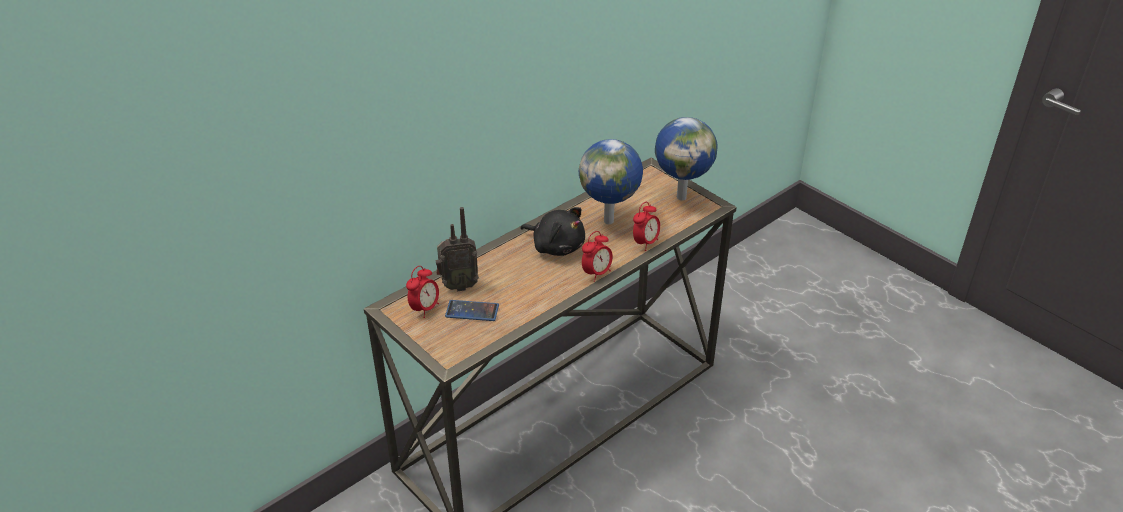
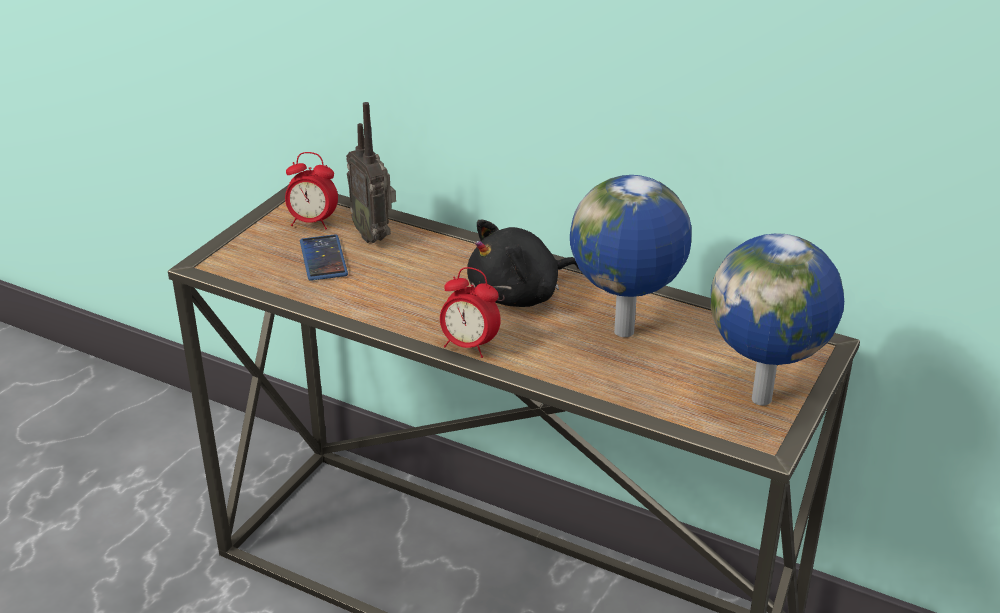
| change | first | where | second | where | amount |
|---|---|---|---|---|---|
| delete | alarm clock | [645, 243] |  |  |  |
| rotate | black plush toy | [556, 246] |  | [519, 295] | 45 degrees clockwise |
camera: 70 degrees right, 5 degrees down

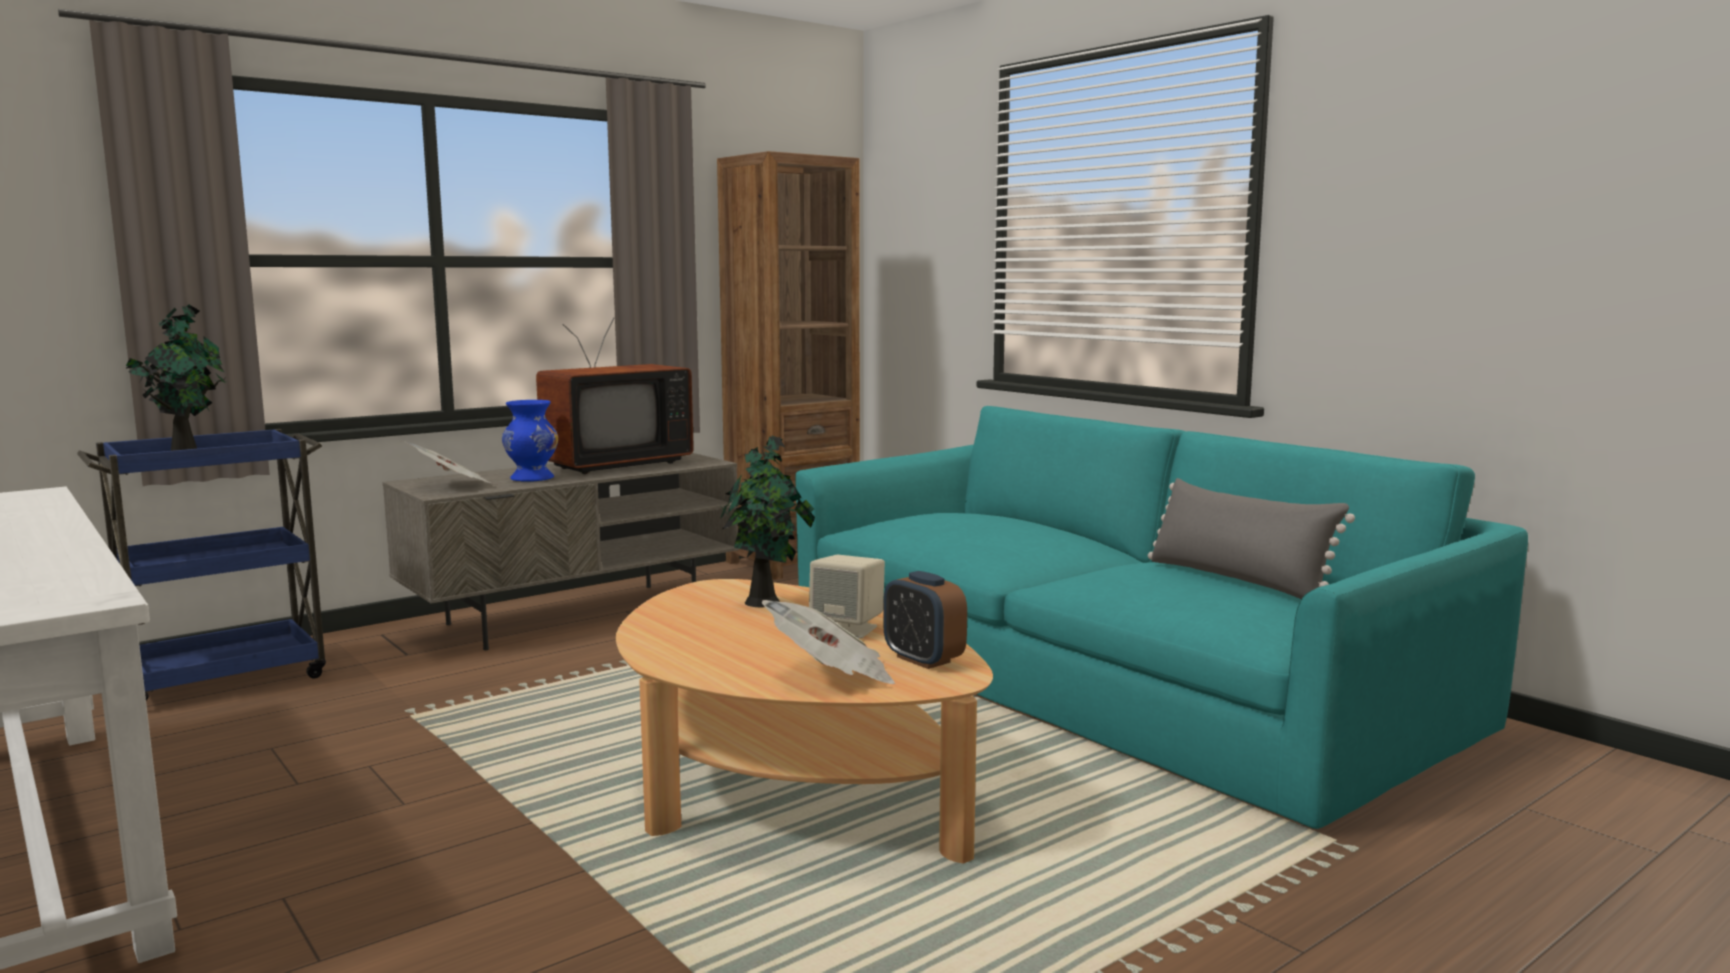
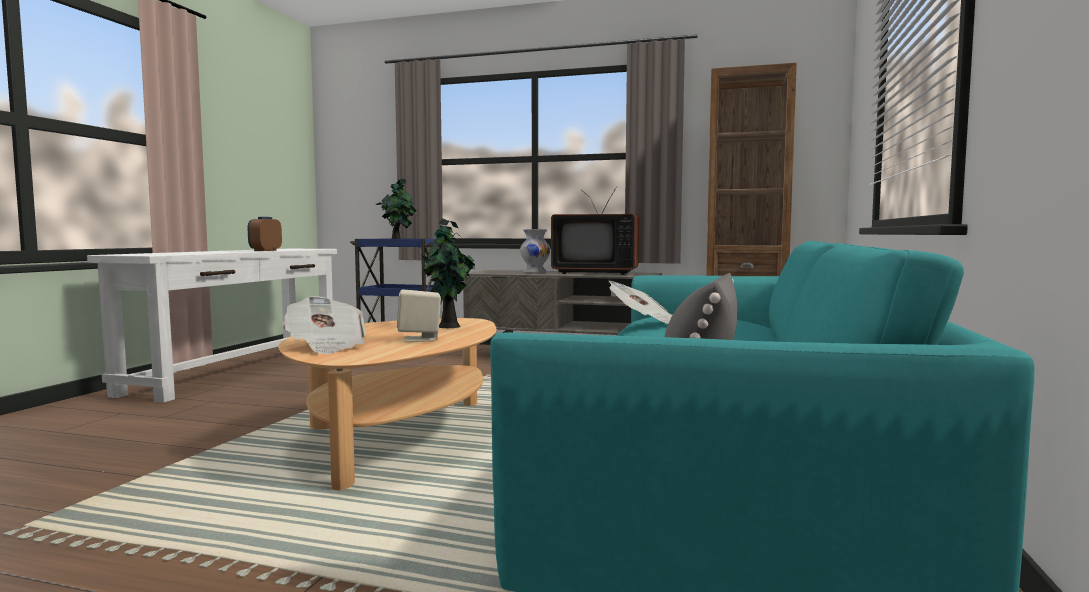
| change | first | where | second | where | amount |
|---|---|---|---|---|---|
| move | daily paper | [453, 486] |  | [642, 322] |  |
| move | alarm clock | [923, 659] |  | [265, 250] |  |
| recolor | blue-coloured flower vase | [532, 479] | white-coloured flower vase | [535, 273] |  |
camera: 55 degrees right, 5 degrees down

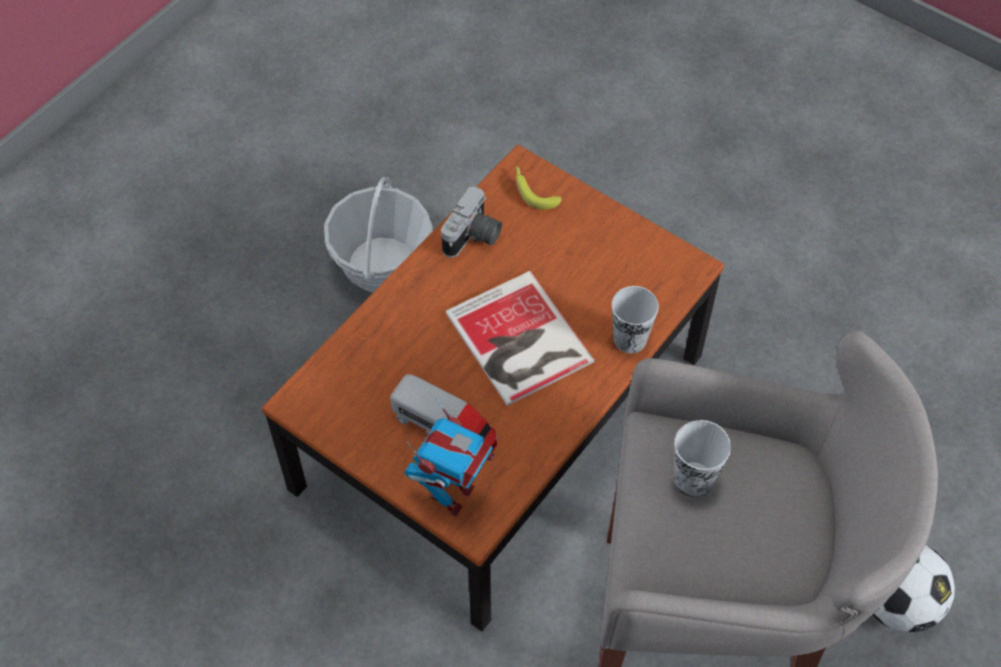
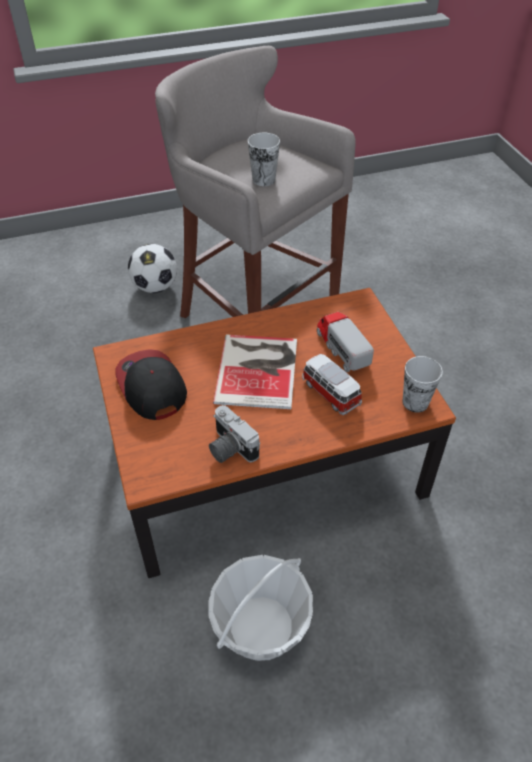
| change | first | where | second | where | amount |
|---|---|---|---|---|---|
| delete | toy robot | [451, 494] |  |  |  |
| delete | banana | [533, 191] |  |  |  |
| insert |  |  | cap | [151, 386] |  |
| insert |  |  | miniature car | [329, 392] |  |
| move | drinking cup | [630, 339] |  | [415, 402] |  |
| rotate | still camera | [473, 238] |  | [229, 448] | 105 degrees counterclockwise |
camera: 145 degrees left, 10 degrees down

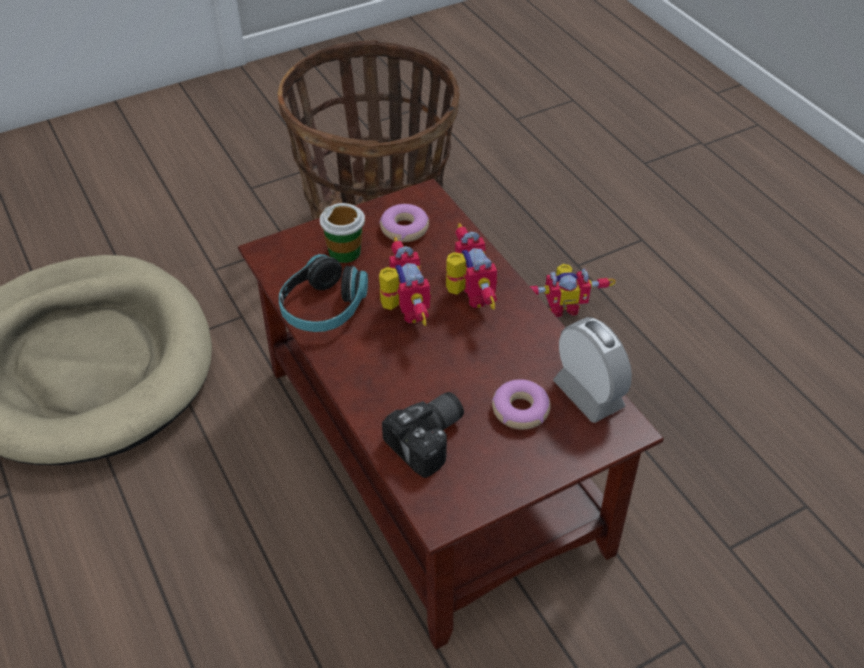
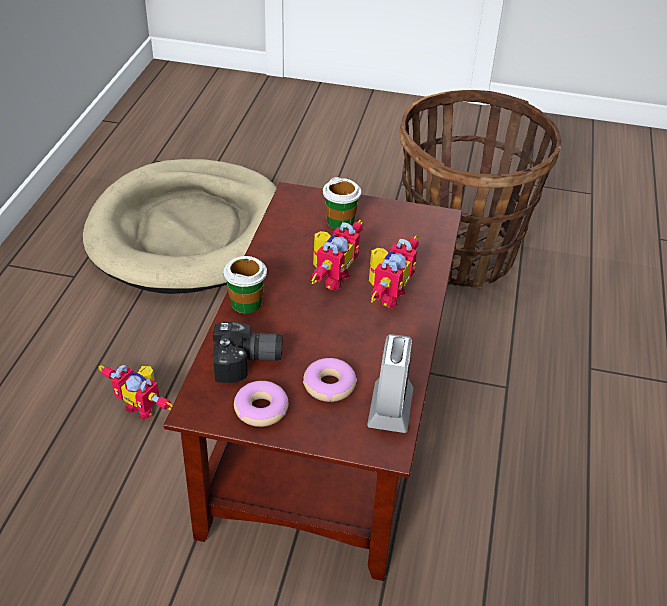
| change | first | where | second | where | amount |
|---|---|---|---|---|---|
| delete | pair of headphones | [323, 308] |  |  |  |
| insert |  |  | drinking cup | [246, 302] |  |
| move | doughnut | [404, 229] |  | [261, 409] |  |
| move | toy robot | [563, 306] |  | [143, 407] |  |
camera: 40 degrees right, 5 degrees down

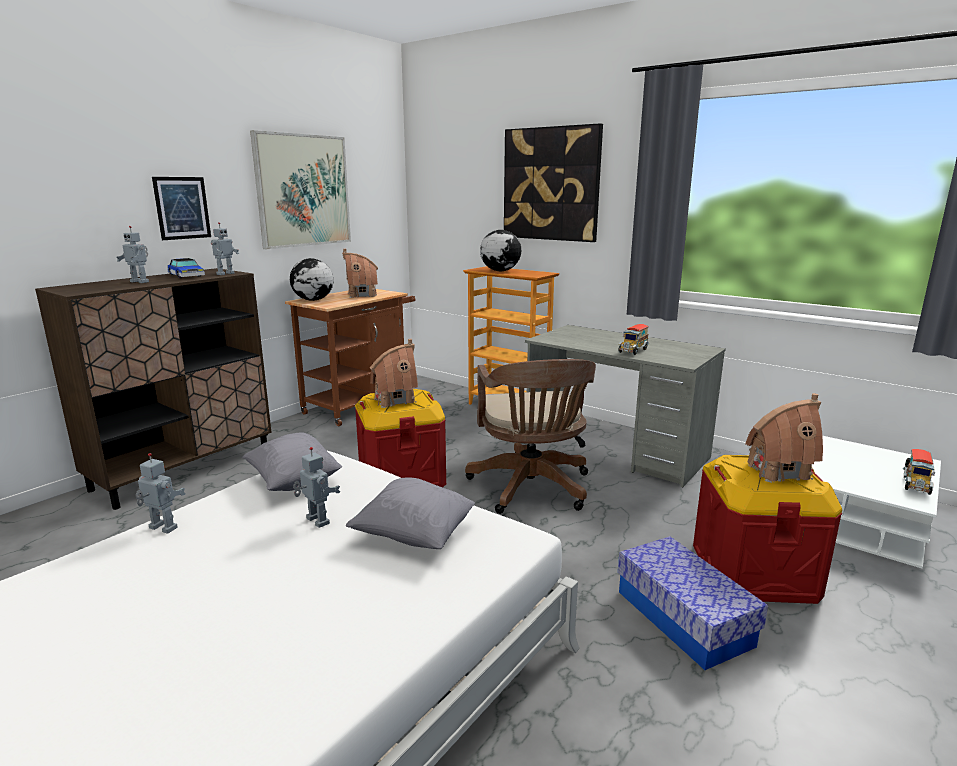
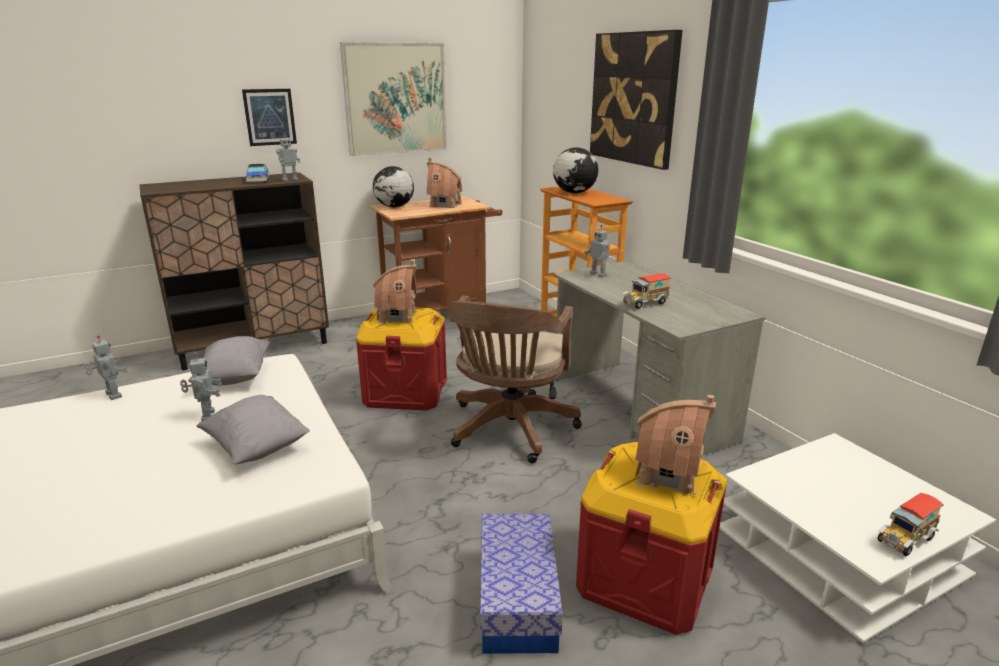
| change | first | where | second | where | amount |
|---|---|---|---|---|---|
| move | toy robot | [140, 282] |  | [598, 274] |  |
camera: 25 degrees right, 5 degrees up

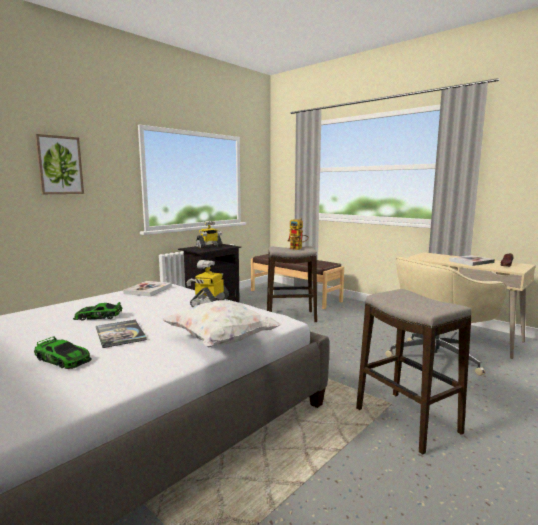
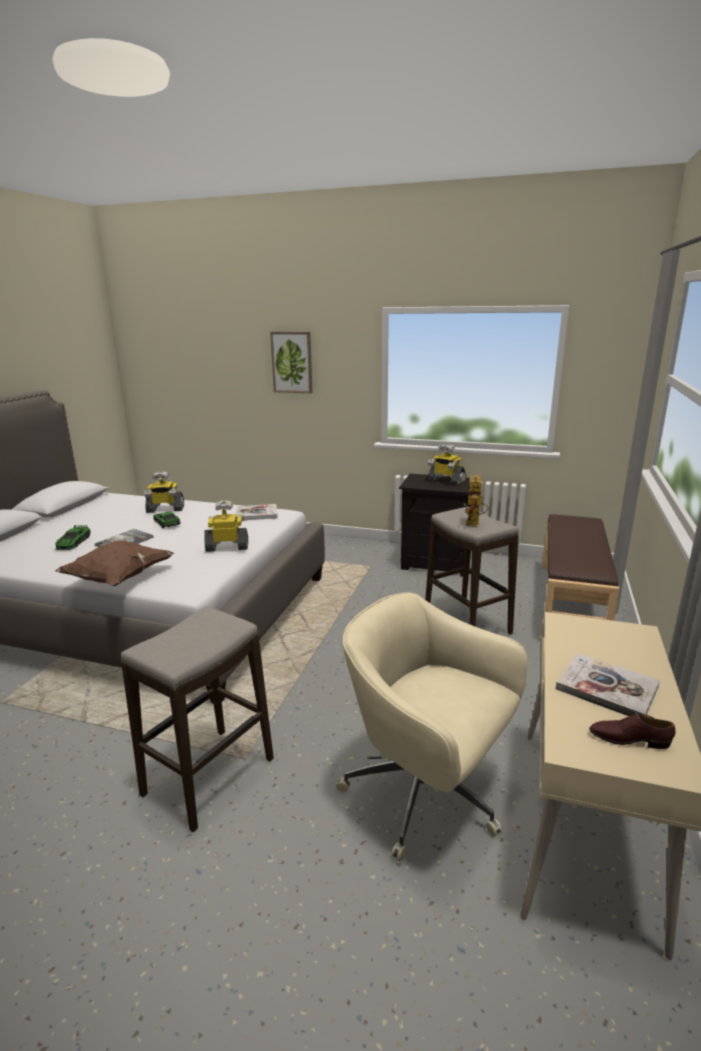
| change | first | where | second | where | amount |
|---|---|---|---|---|---|
| insert |  |  | toy robot | [165, 509] |  |
| recolor | white-coloured pillow | [222, 341] | brown-coloured pillow | [119, 578] |  |
camera: 65 degrees right, 10 degrees up

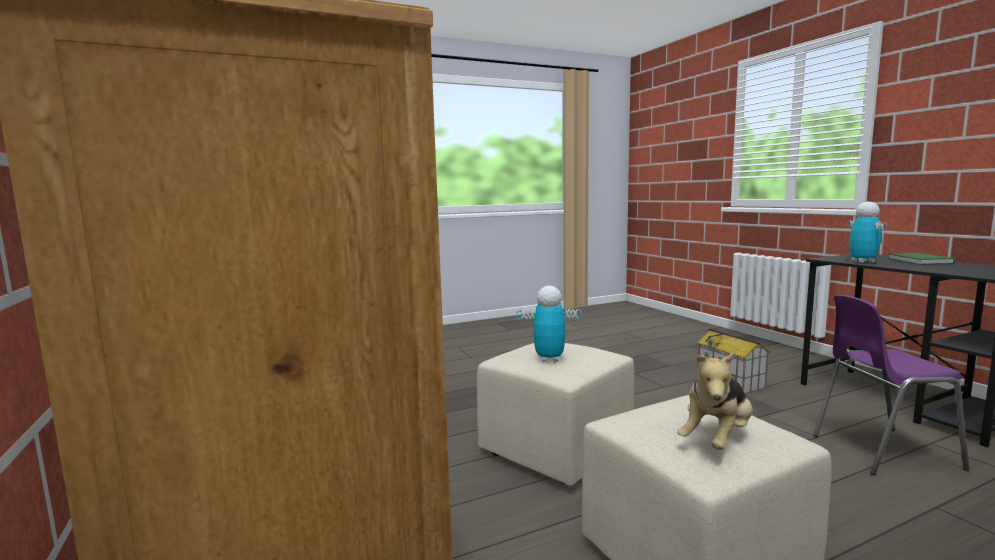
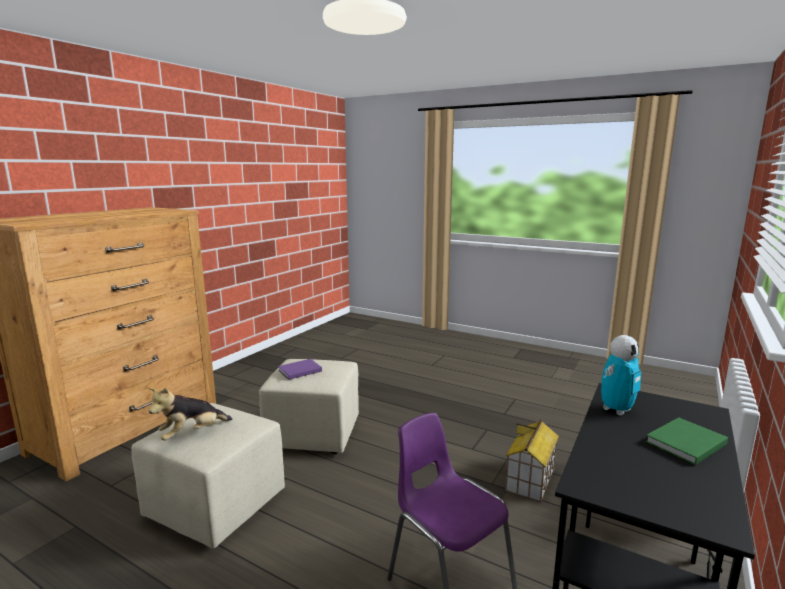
| change | first | where | second | where | amount |
|---|---|---|---|---|---|
| replace | toy robot | [549, 359] | purple-coloured book | [298, 371] |  |
| rotate | plush toy | [717, 439] |  | [192, 434] | 45 degrees counterclockwise |
camera: 55 degrees right, 5 degrees up

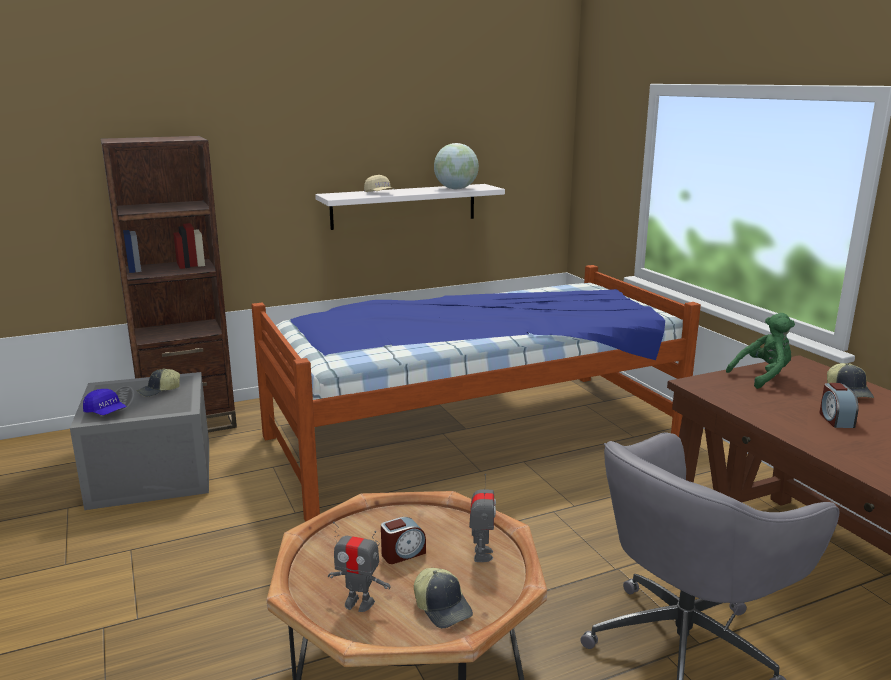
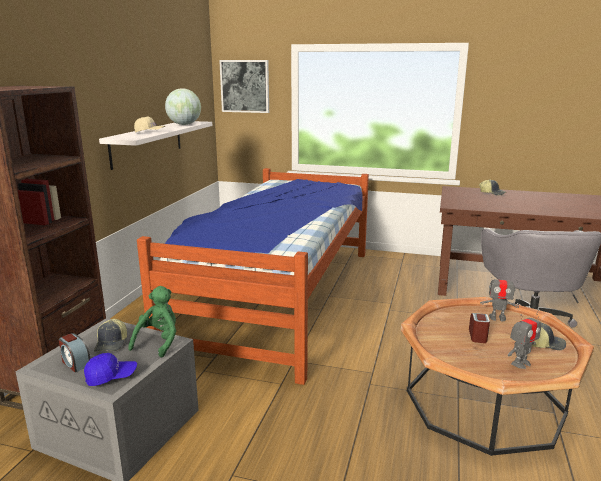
| change | first | where | second | where | amount |
|---|---|---|---|---|---|
| insert |  |  | wall picture | [245, 86] |  |
| move | greenish plush toy | [763, 376] |  | [158, 342] |  |
| move | alarm clock | [835, 419] |  | [75, 363] |  |
| rotate | toy robot | [482, 554] |  | [497, 318] | 150 degrees clockwise |
camera: 50 degrees left, 0 degrees up

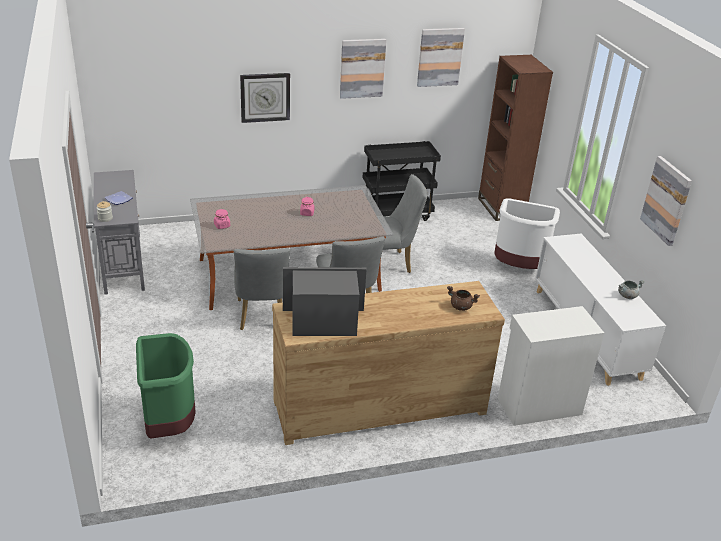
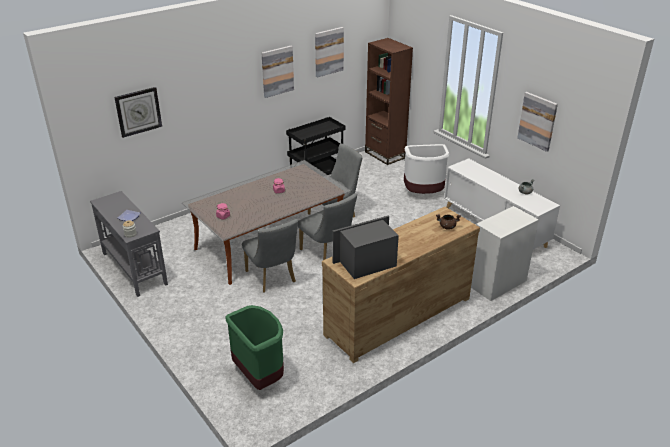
| change | first | where | second | where | amount |
|---|---|---|---|---|---|
| move | wall clock | [265, 97] |  | [138, 111] |  |
camera: 20 degrees left, 0 degrees up

